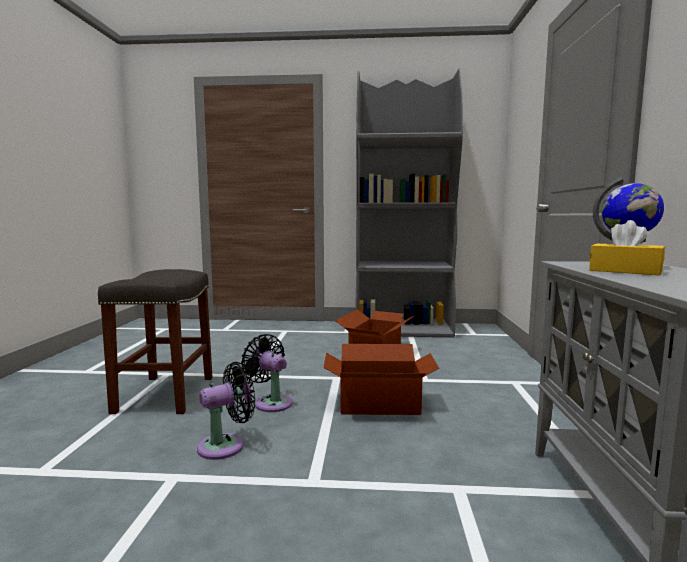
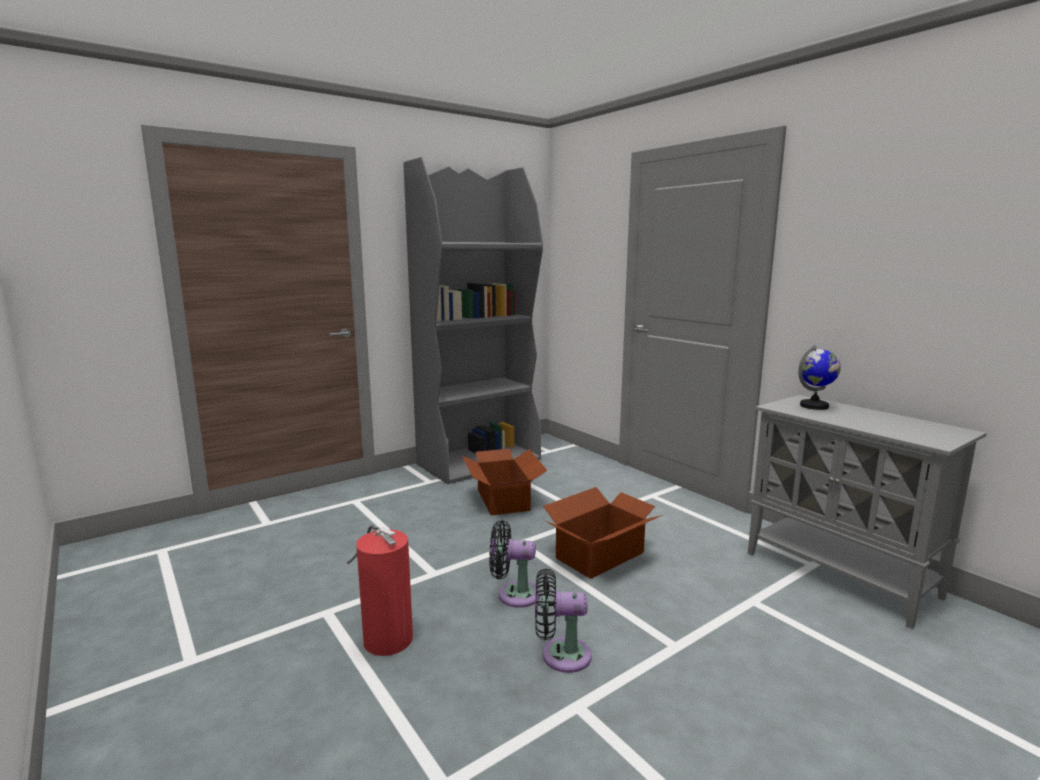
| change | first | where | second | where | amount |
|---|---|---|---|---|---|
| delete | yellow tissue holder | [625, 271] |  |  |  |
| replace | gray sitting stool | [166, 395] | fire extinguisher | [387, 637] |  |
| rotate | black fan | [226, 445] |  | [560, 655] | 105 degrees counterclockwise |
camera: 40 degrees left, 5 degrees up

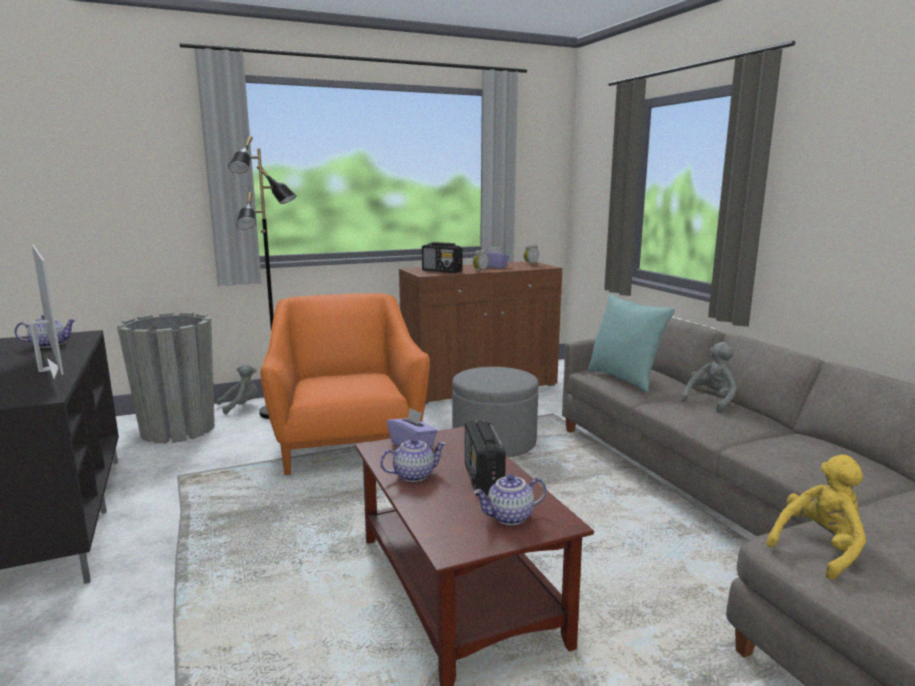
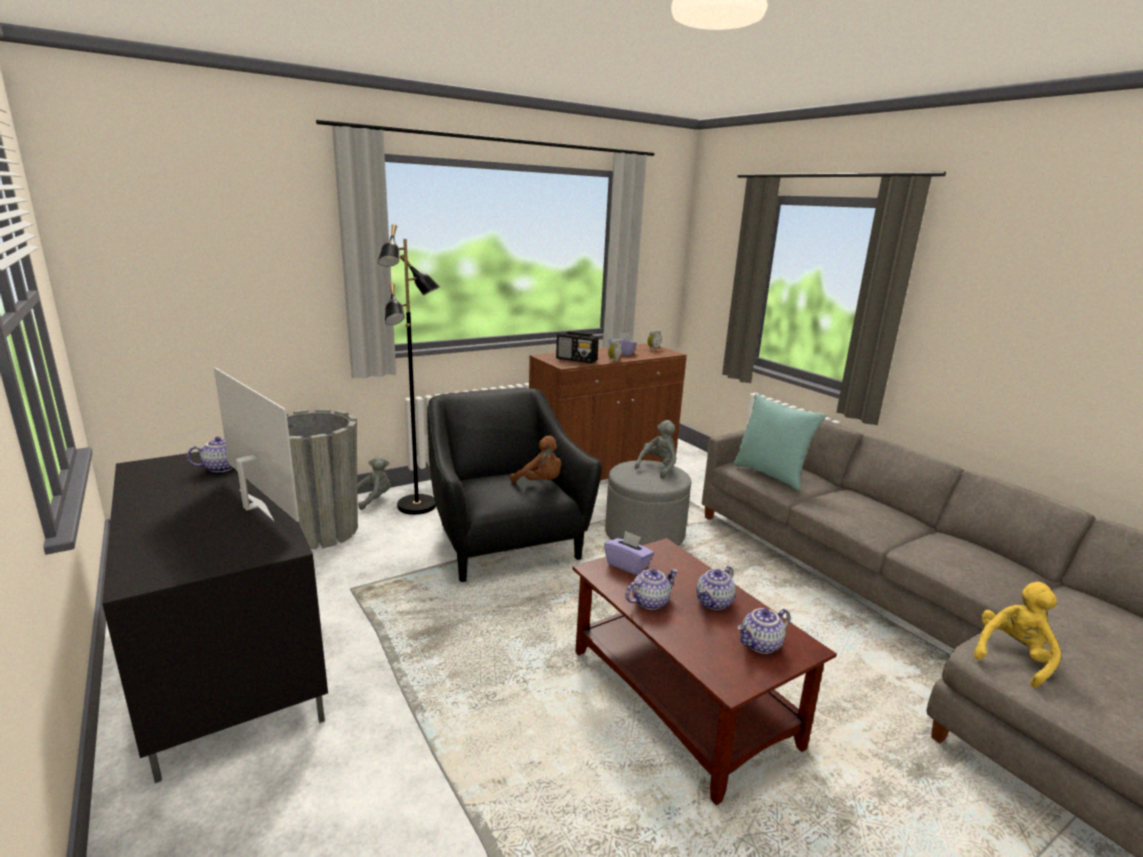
| change | first | where | second | where | amount |
|---|---|---|---|---|---|
| insert |  |  | brown-coloured plush toy | [540, 482] |  |
| move | gray plush toy | [711, 401] |  | [658, 468] |  |
| replace | radio receiver | [483, 479] | tea pot | [714, 602] |  |
| recolor | orangey lounge chair | [347, 443] | black lounge chair | [504, 541] |  |
camera: 10 degrees left, 5 degrees up

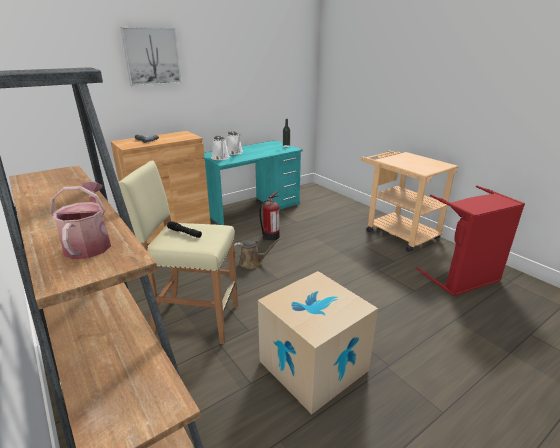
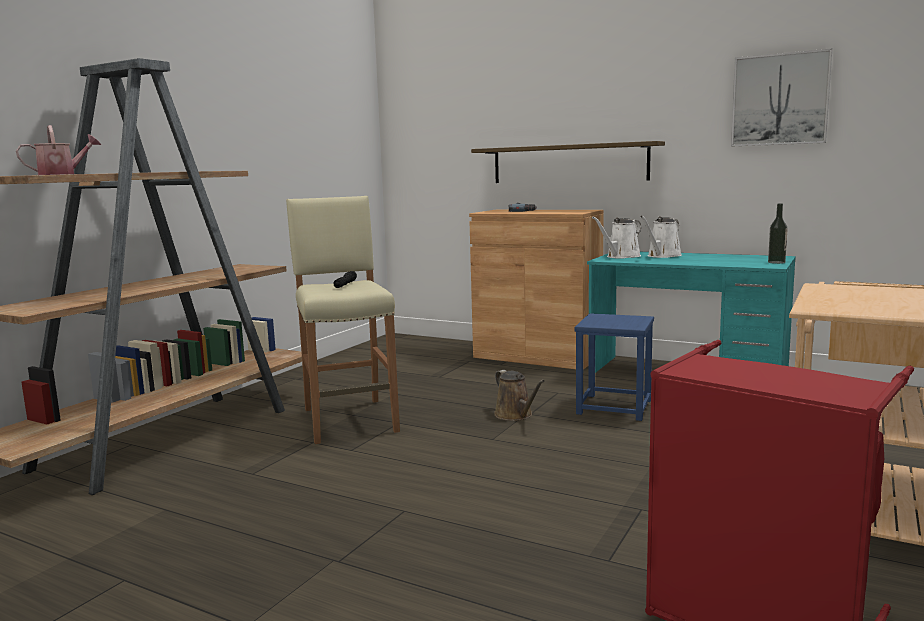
| change | first | where | second | where | amount |
|---|---|---|---|---|---|
| delete | packing box | [313, 365] |  |  |  |
| insert |  |  | shelf | [568, 163] |  |
| move | wall picture | [152, 56] |  | [780, 99] |  |
| replace | fire extinguisher | [270, 237] | blue-coloured sitting stool | [613, 407] |  |
camera: 65 degrees right, 15 degrees down

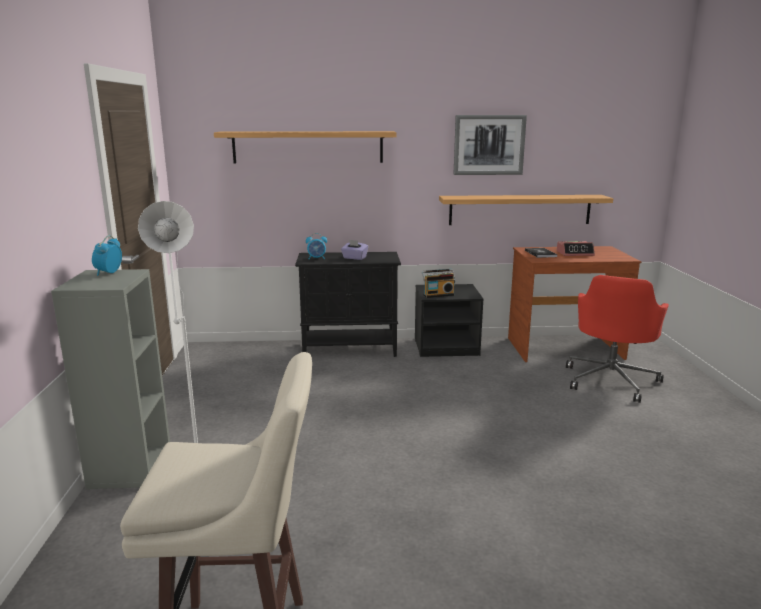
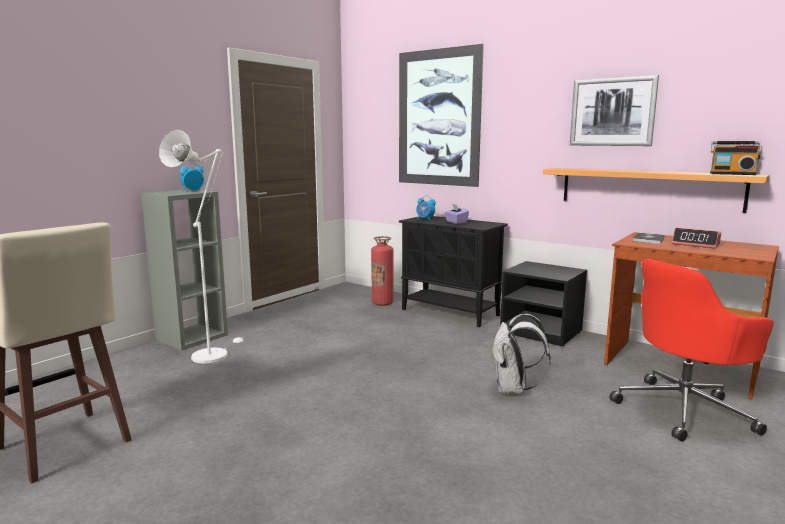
| change | first | where | second | where | amount |
|---|---|---|---|---|---|
| insert |  |  | fire extinguisher | [382, 303] |  |
| insert |  |  | white-coloured rucksack | [513, 390] |  |
| move | radio receiver | [438, 295] |  | [732, 174] |  |
| replace | shelf | [308, 147] | wall picture | [438, 118] |  |
camera: 40 degrees right, 5 degrees down

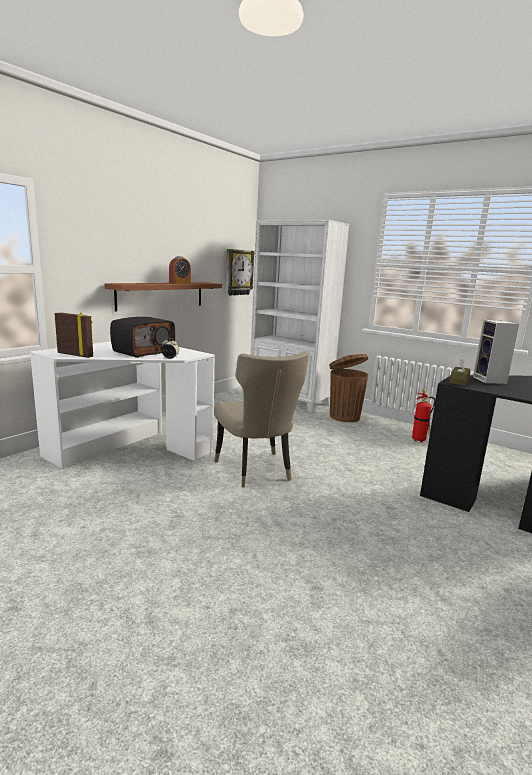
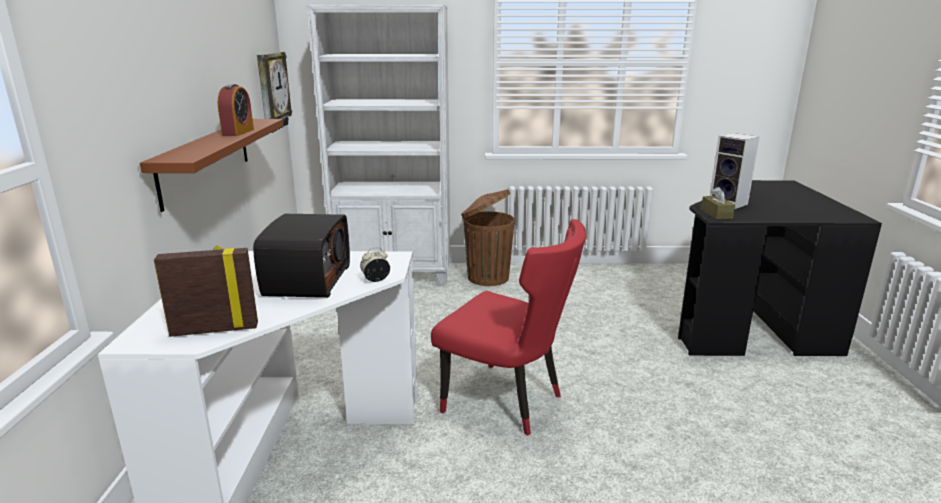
| change | first | where | second | where | amount |
|---|---|---|---|---|---|
| delete | fire extinguisher | [420, 440] |  |  |  |
| recolor | beige-coloured plain chair | [256, 471] | red-coloured plain chair | [508, 402] |  |
camera: 35 degrees left, 5 degrees up

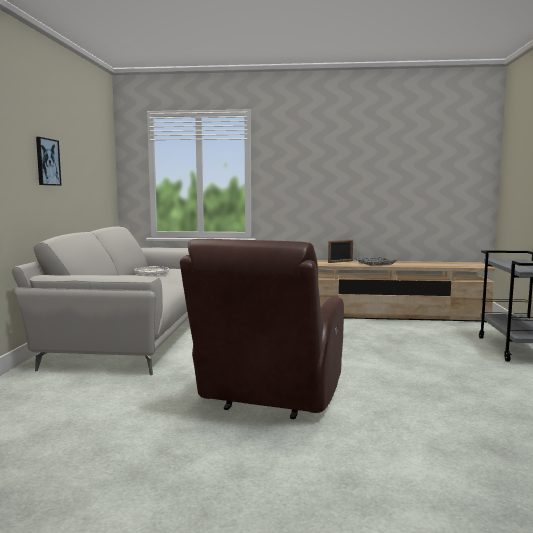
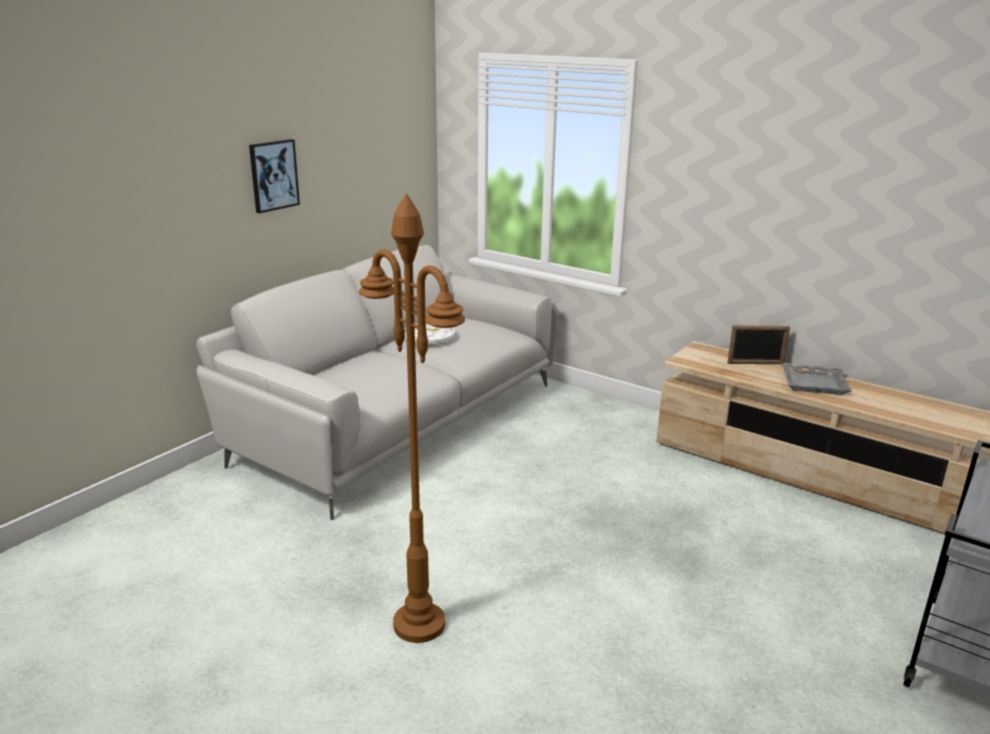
| change | first | where | second | where | amount |
|---|---|---|---|---|---|
| replace | brown-coloured lounge chair | [269, 398] | brown-coloured standing lamp | [418, 624] |  |
camera: 30 degrees right, 15 degrees up

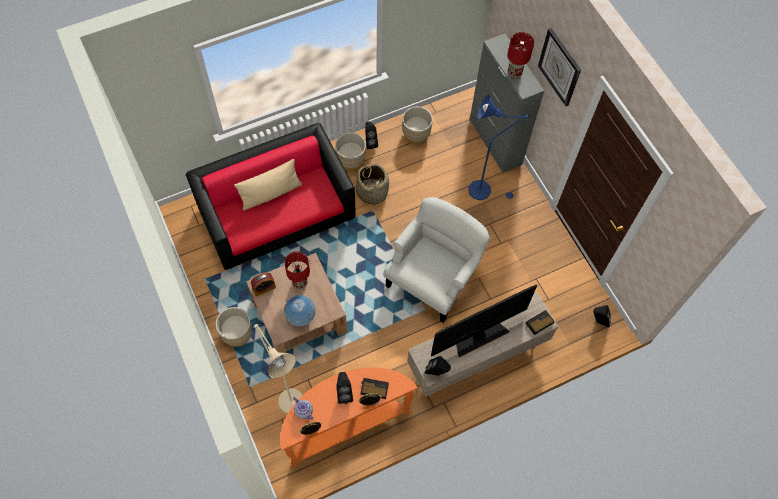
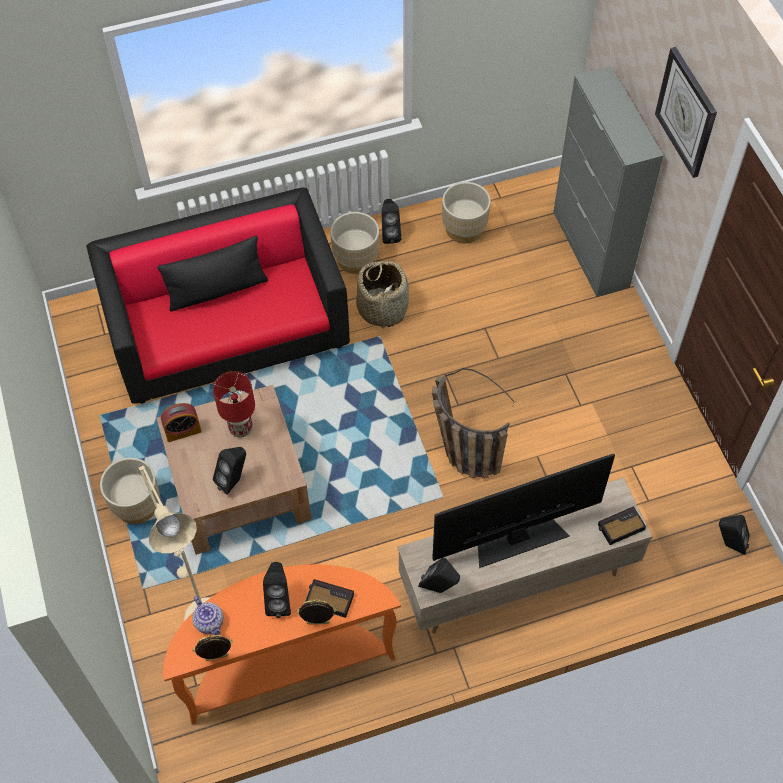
| change | first | where | second | where | amount |
|---|---|---|---|---|---|
| delete | blue-coloured standing lamp | [484, 190] |  |  |  |
| delete | red-coloured table lamp | [514, 73] |  |  |  |
| replace | desk globe | [301, 317] | black audio speaker | [234, 481] |  |
| replace | white-coloured lounge chair | [433, 279] | basket | [461, 450] |  |
| recolor | beige-coloured pillow | [271, 193] | black pillow | [217, 290] |  |
camera: 10 degrees right, 5 degrees down

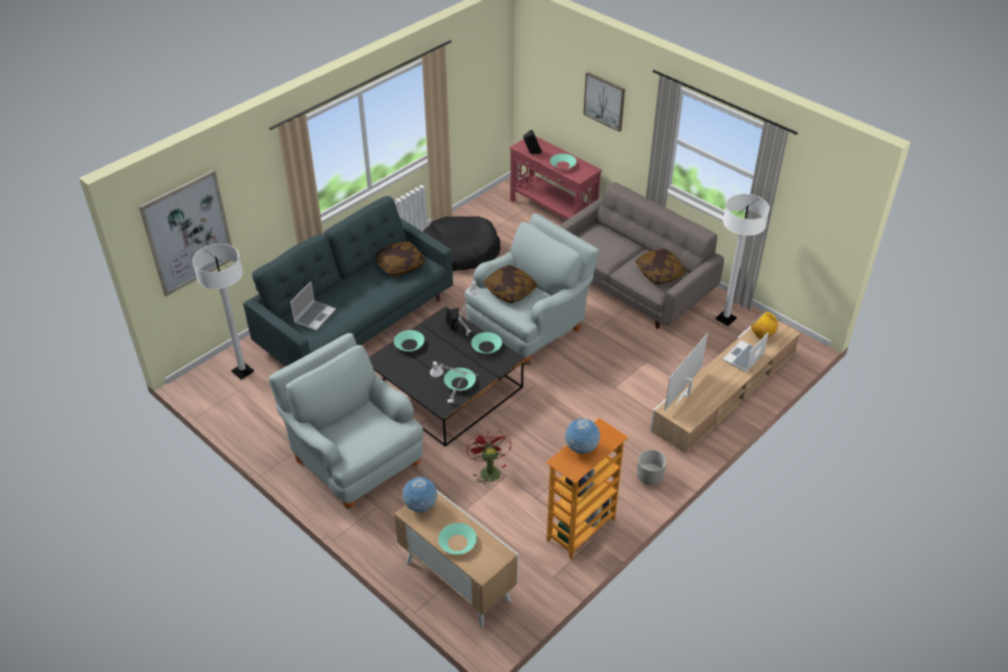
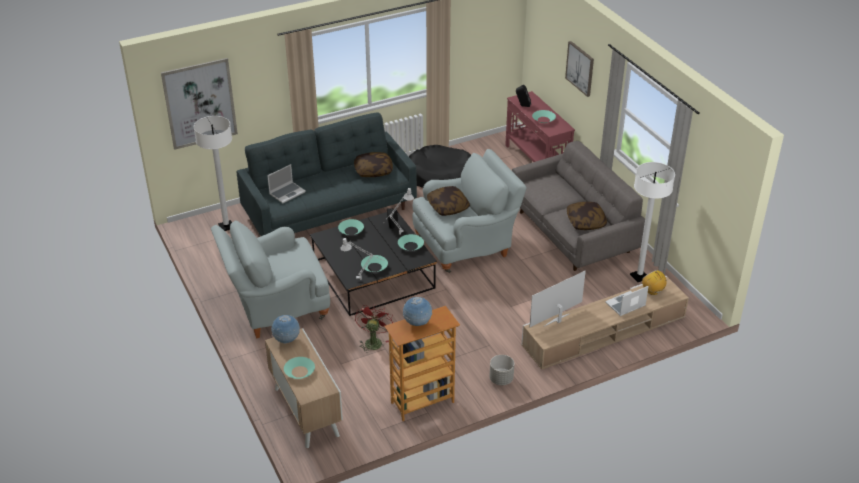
| change | first | where | second | where | amount |
|---|---|---|---|---|---|
| rotate | gray lounge chair | [354, 459] |  | [275, 307] | 90 degrees counterclockwise |
camera: 20 degrees right, 5 degrees down

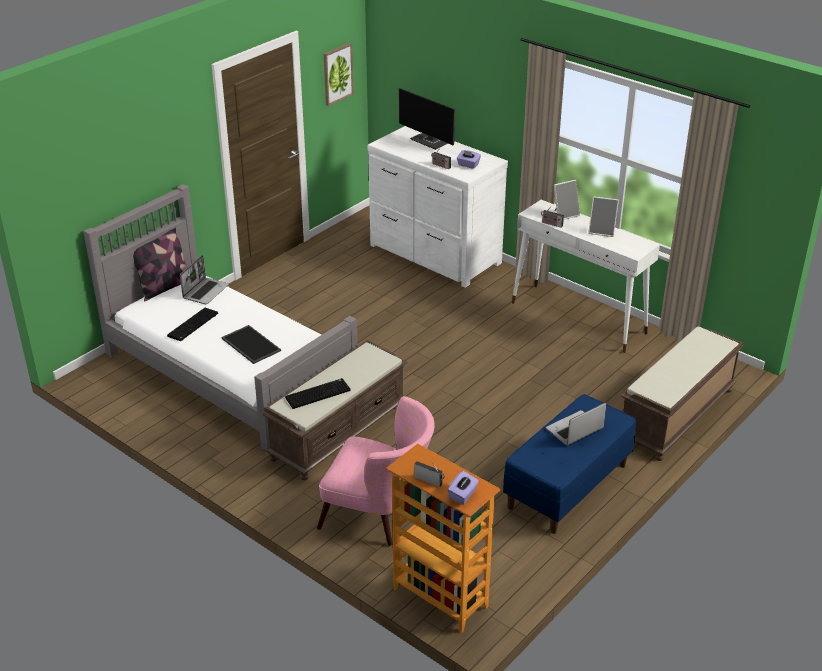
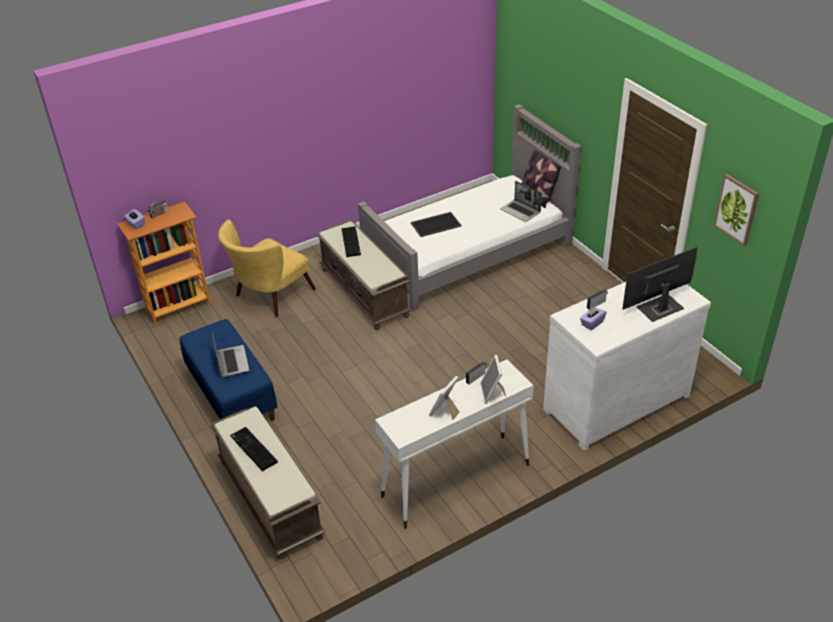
| change | first | where | second | where | amount |
|---|---|---|---|---|---|
| move | PC keyboard | [193, 325] |  | [252, 449] |  |
| recolor | pink-coloured lounge chair | [379, 513] | yellow lounge chair | [269, 296] |  |
camera: 110 degrees right, 5 degrees up

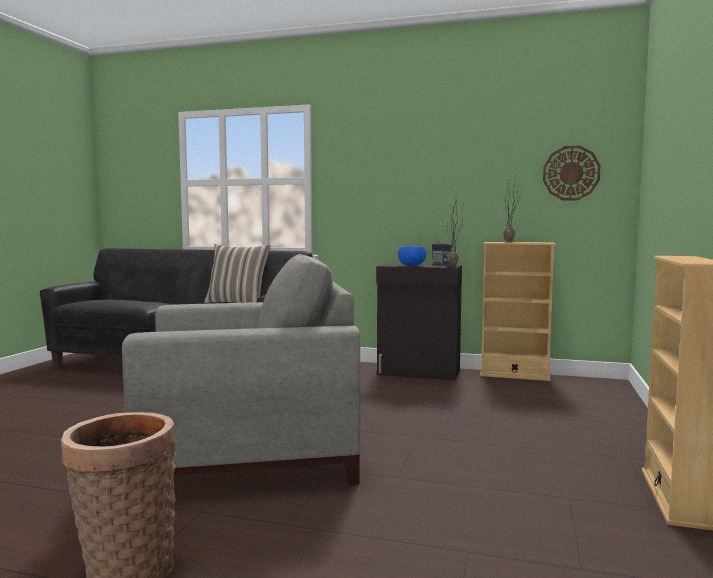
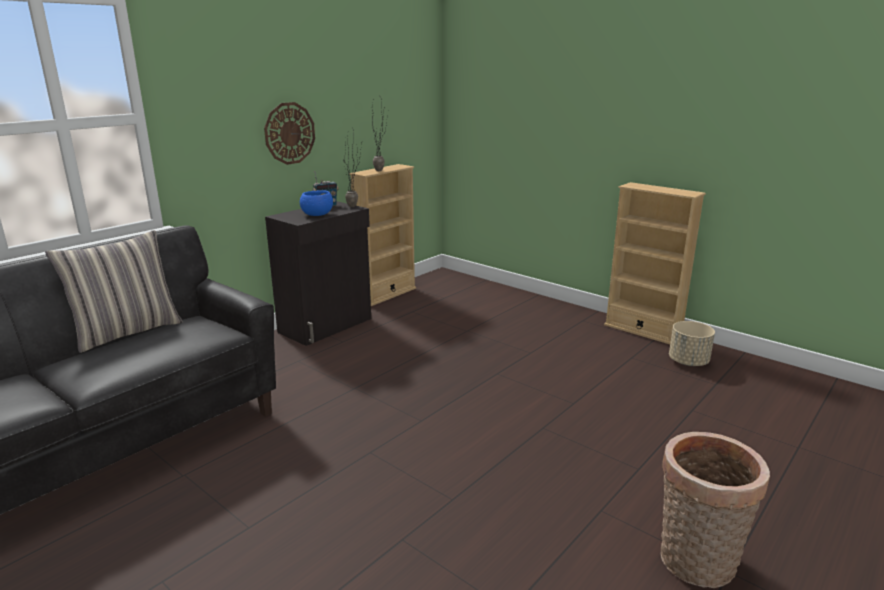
| change | first | where | second | where | amount |
|---|---|---|---|---|---|
| delete | gray lounge chair | [245, 451] |  |  |  |
| insert |  |  | beige-coloured plant pot | [688, 362] |  |
| move | wall clock | [571, 173] |  | [289, 133] |  |
camera: 65 degrees left, 15 degrees up

